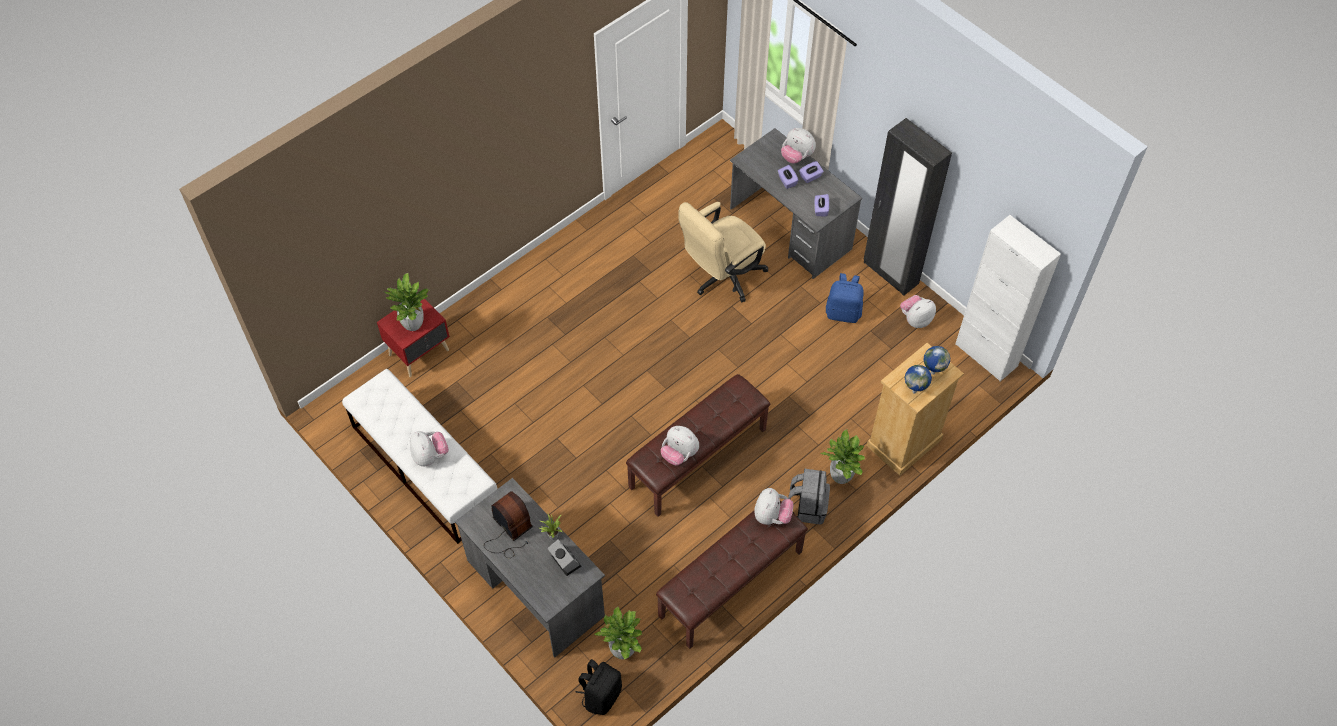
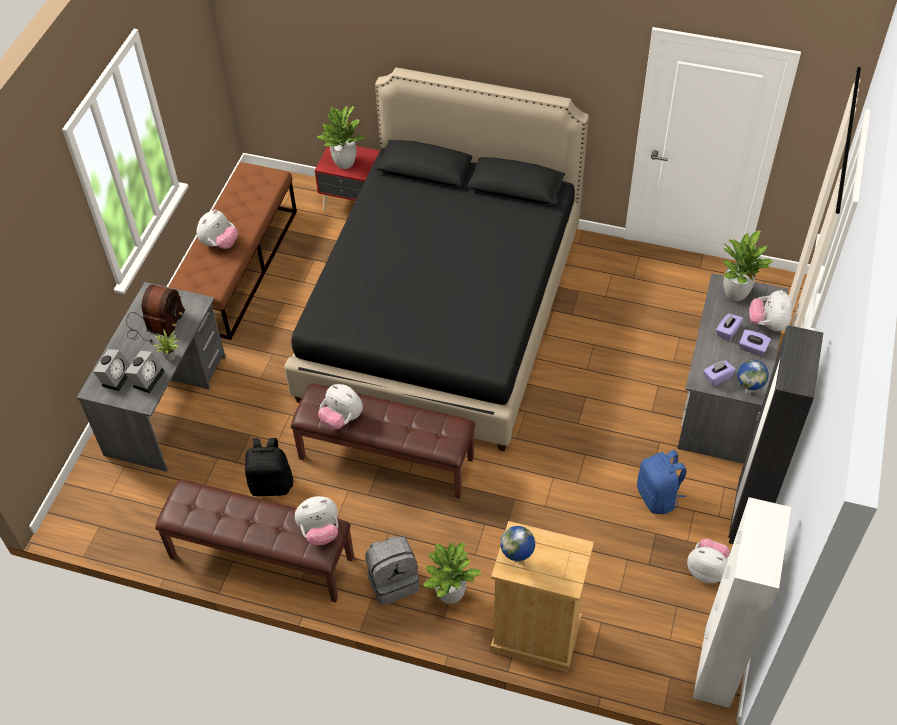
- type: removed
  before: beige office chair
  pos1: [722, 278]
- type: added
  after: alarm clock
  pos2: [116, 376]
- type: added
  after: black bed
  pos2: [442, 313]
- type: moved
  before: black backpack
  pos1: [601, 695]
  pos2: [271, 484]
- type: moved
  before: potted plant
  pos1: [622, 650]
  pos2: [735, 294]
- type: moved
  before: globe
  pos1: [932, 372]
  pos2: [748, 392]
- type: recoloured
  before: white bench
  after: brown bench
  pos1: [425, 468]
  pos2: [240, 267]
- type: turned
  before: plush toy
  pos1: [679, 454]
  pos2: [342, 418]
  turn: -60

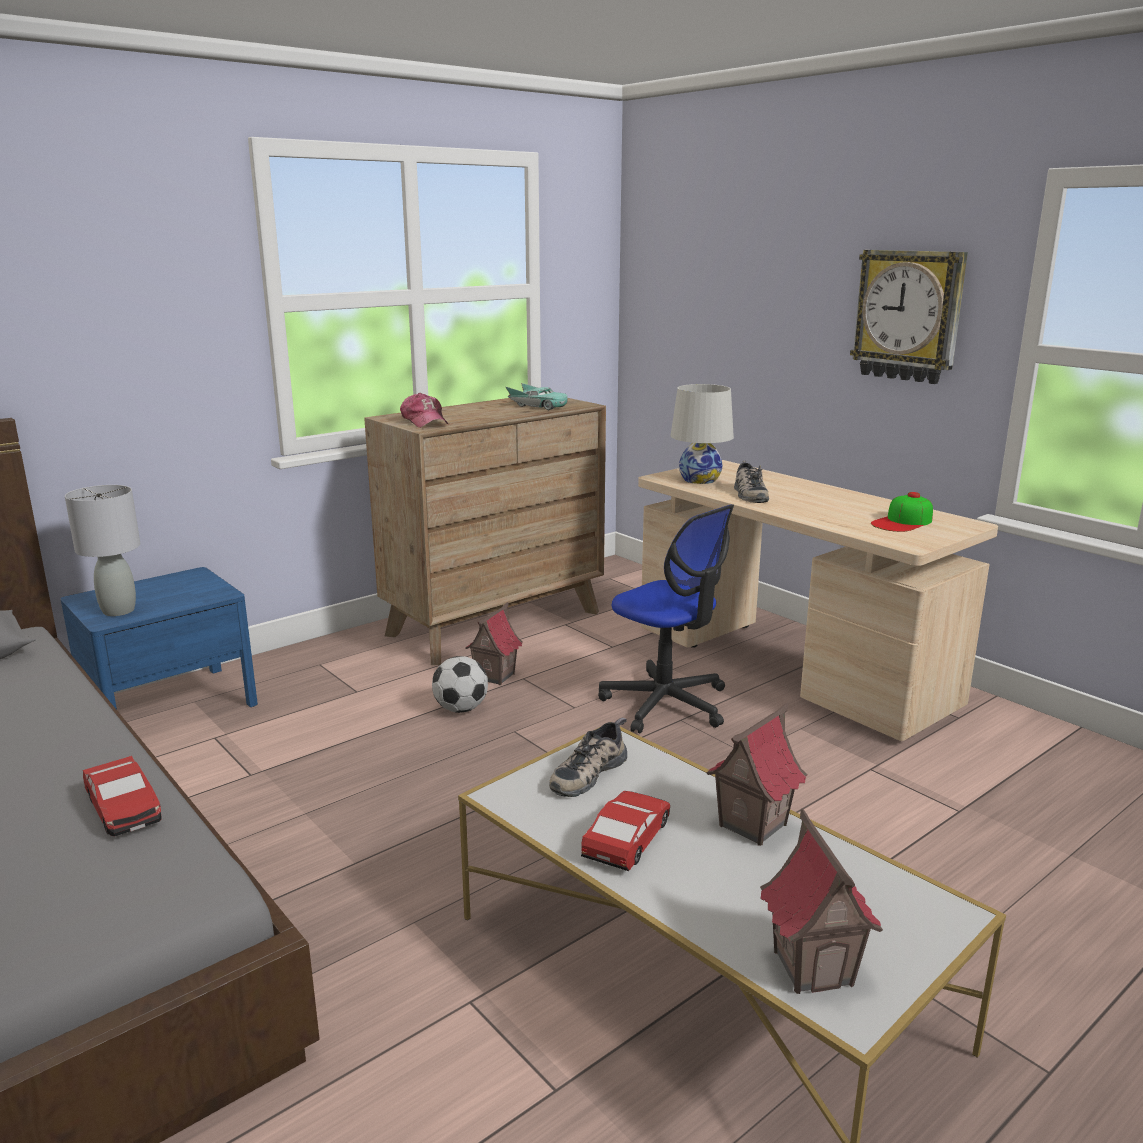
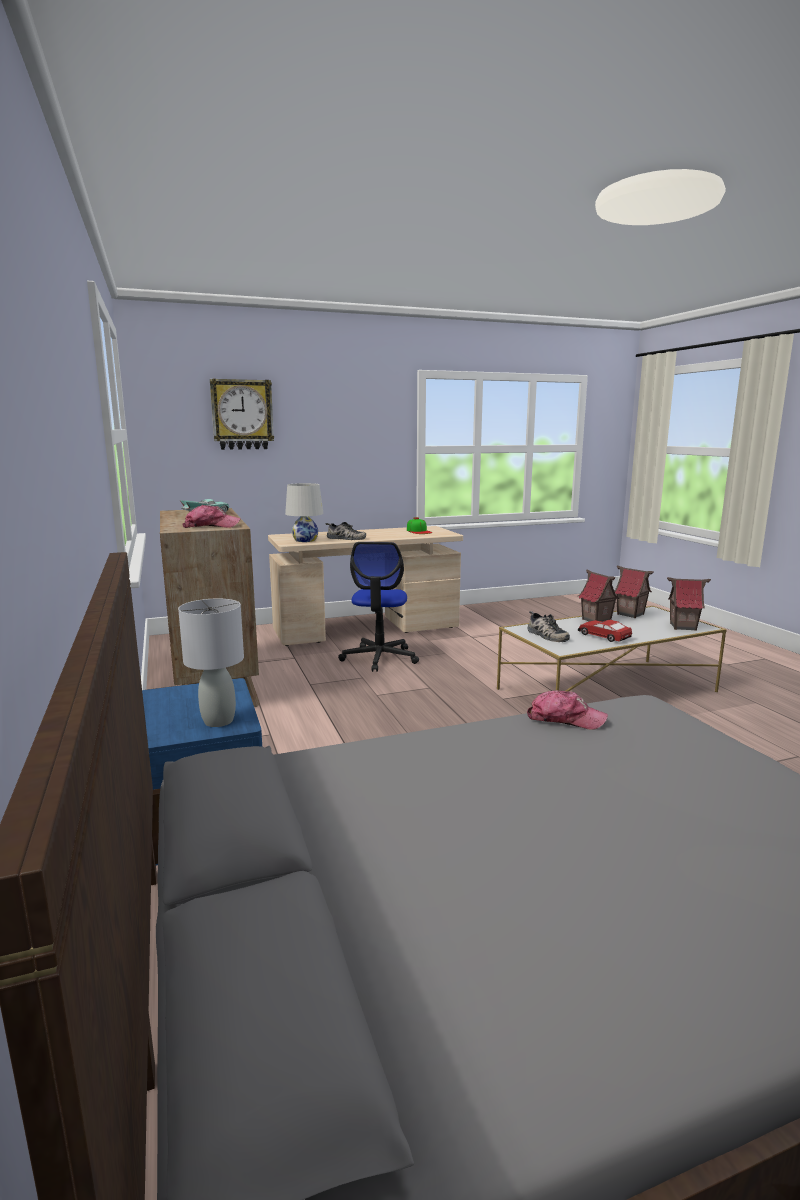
- type: removed
  before: football
  pos1: [461, 709]
- type: moved
  before: toy house
  pos1: [494, 676]
  pos2: [630, 614]
- type: moved
  before: wall clock
  pos1: [908, 316]
  pos2: [242, 414]
- type: replaced
  before: toy car
  after: cap
  pos1: [124, 808]
  pos2: [565, 719]
- type: turned
  before: office chair
  pos1: [666, 704]
  pos2: [379, 658]
  turn: 120

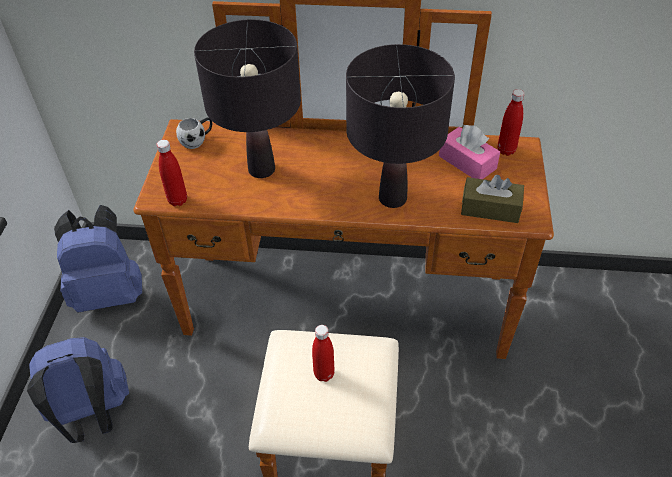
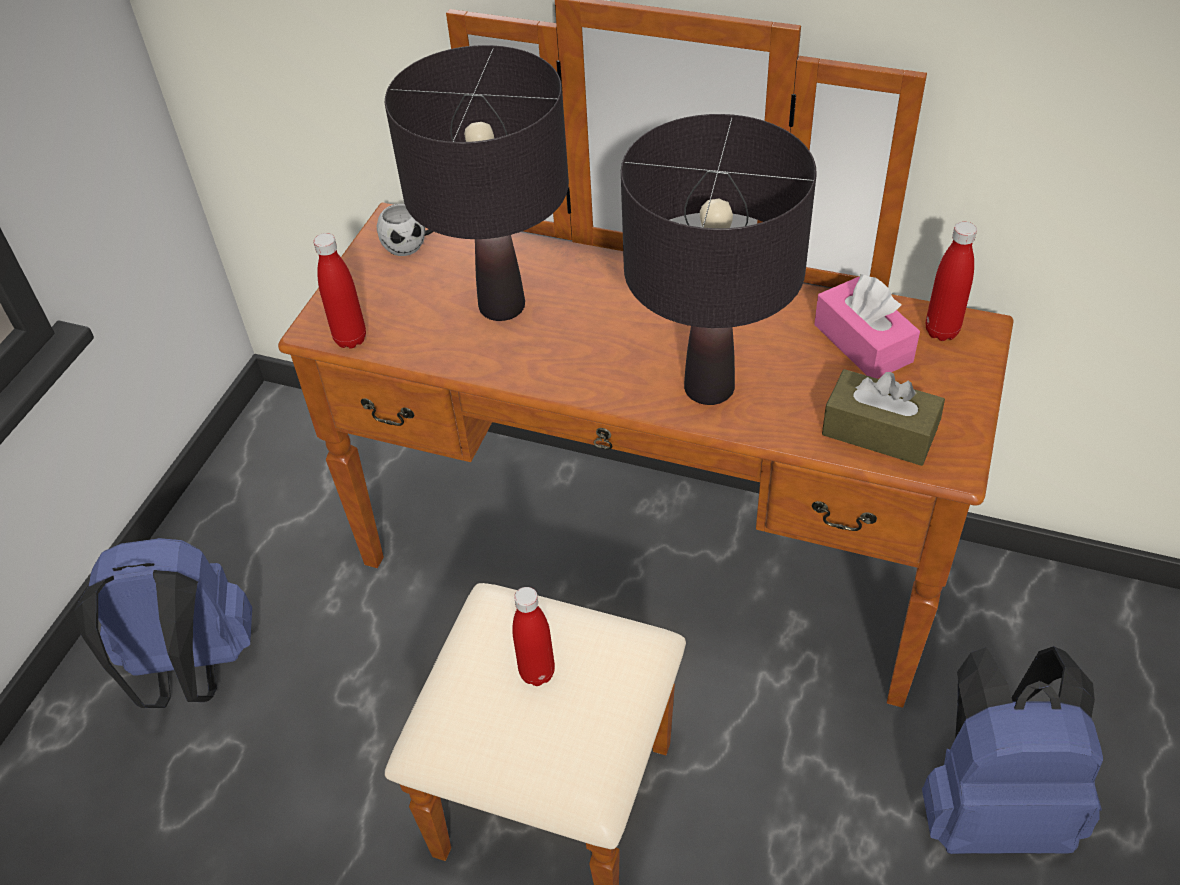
- type: moved
  before: blue backpack
  pos1: [110, 292]
  pos2: [992, 807]

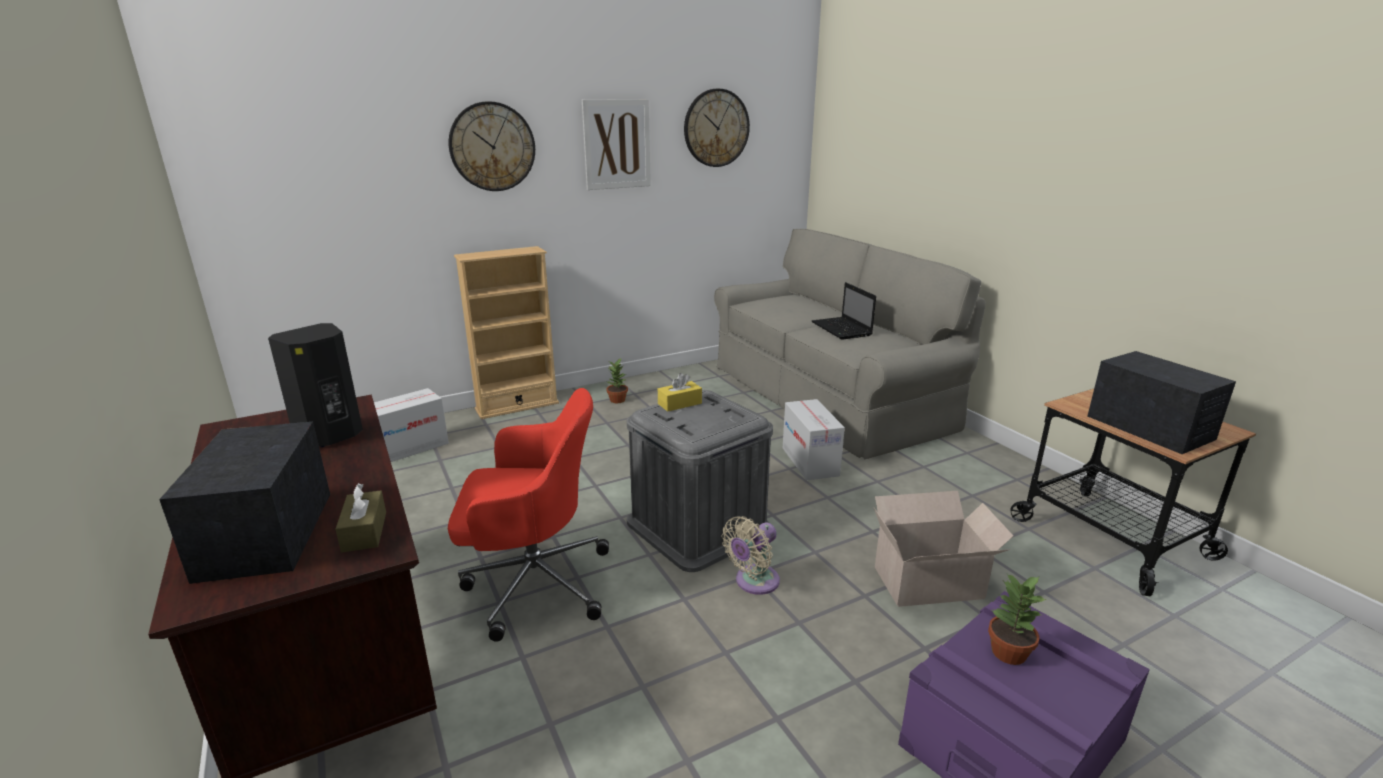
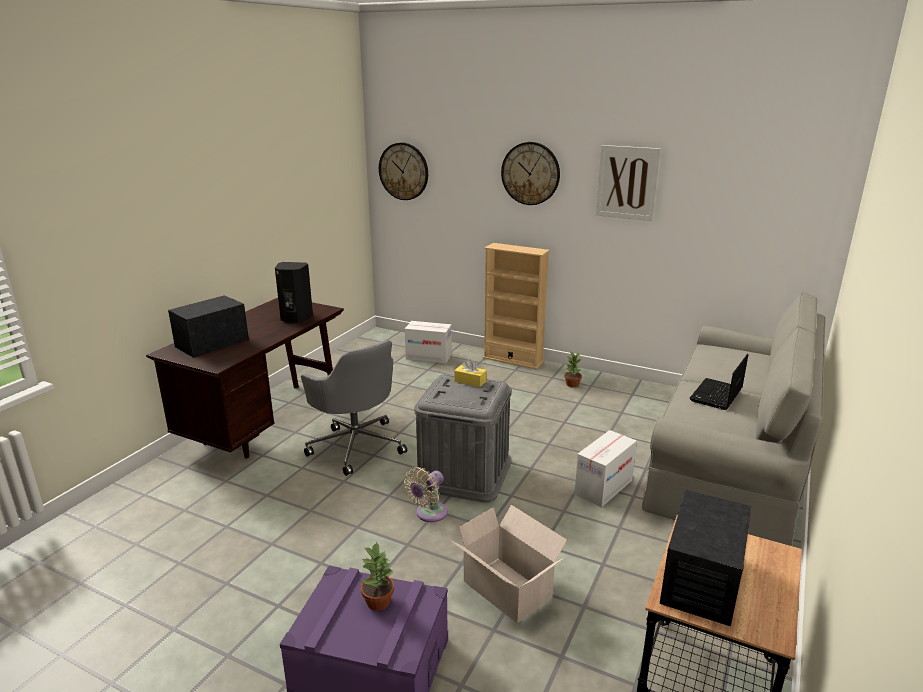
- type: removed
  before: brown tissue box
  pos1: [364, 531]
- type: moved
  before: wall clock
  pos1: [716, 128]
  pos2: [403, 171]
- type: recoloured
  before: red office chair
  after: grey office chair
  pos1: [533, 583]
  pos2: [356, 445]
- type: turned
  before: beige fan
  pos1: [753, 582]
  pos2: [429, 514]
  turn: -60

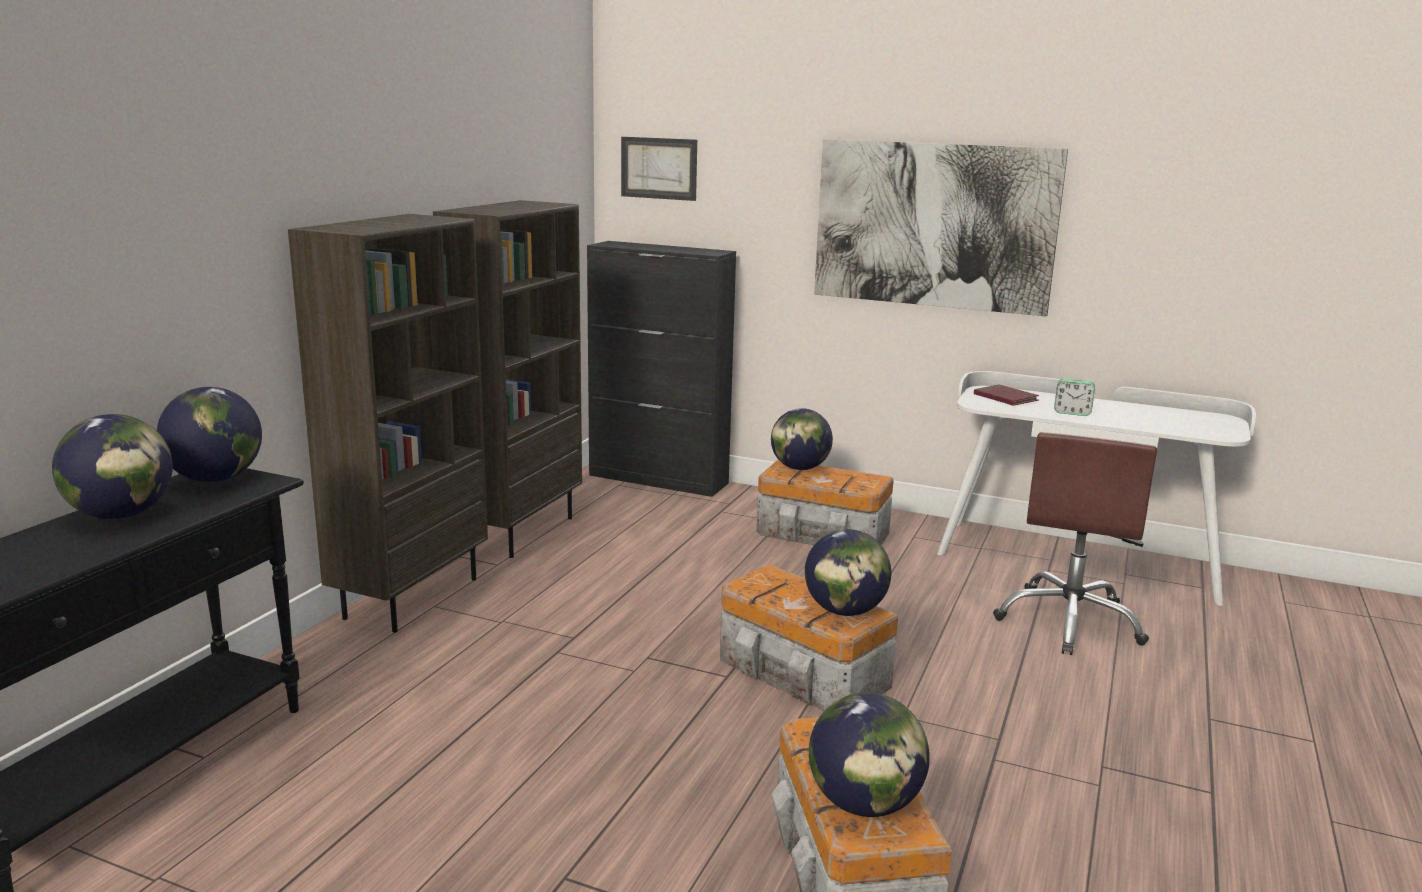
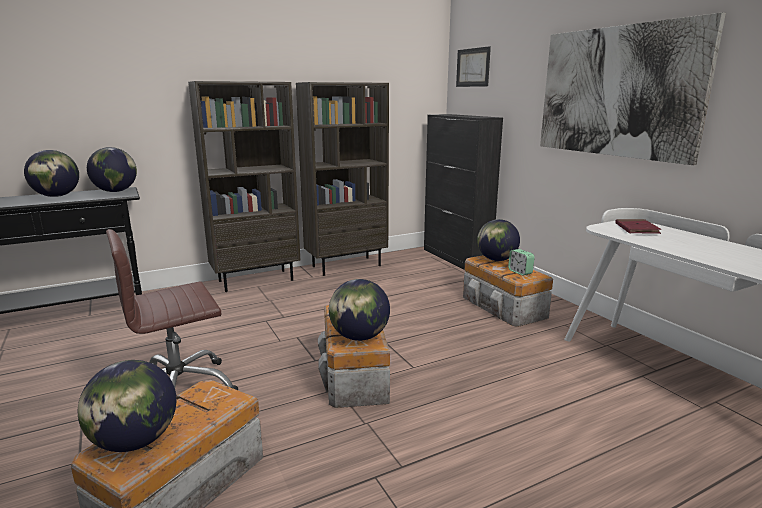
- type: moved
  before: brown office chair
  pos1: [1070, 622]
  pos2: [178, 391]
- type: moved
  before: alarm clock
  pos1: [1072, 413]
  pos2: [520, 272]

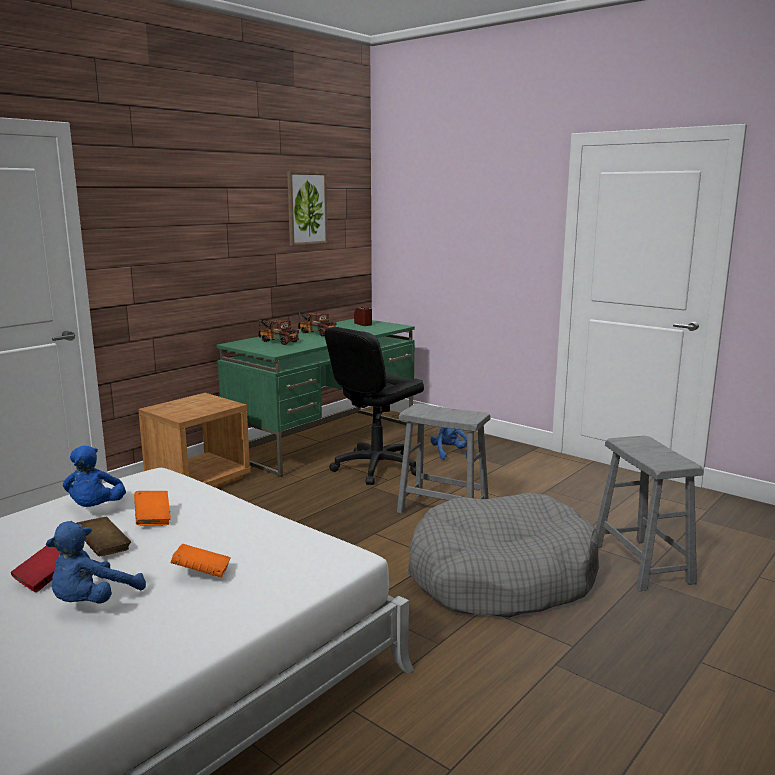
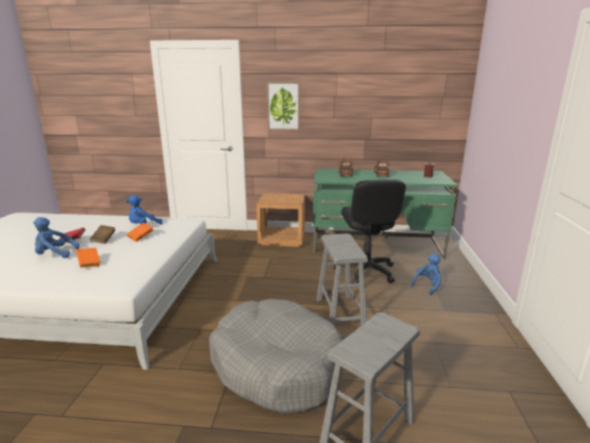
- type: moved
  before: picture
  pos1: [306, 208]
  pos2: [283, 106]
- type: turned
  before: black office chair
  pos1: [376, 467]
  pos2: [365, 271]
  turn: -105

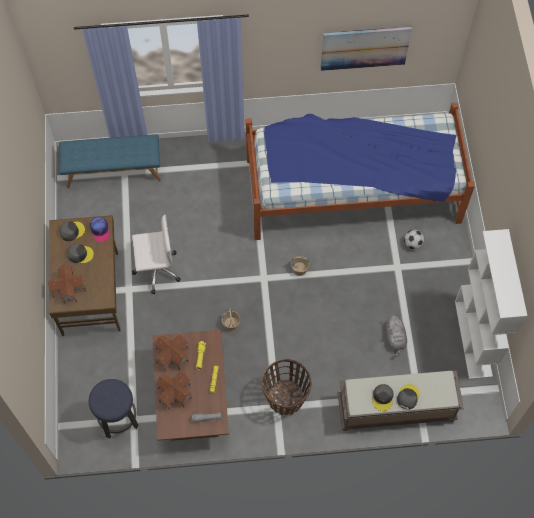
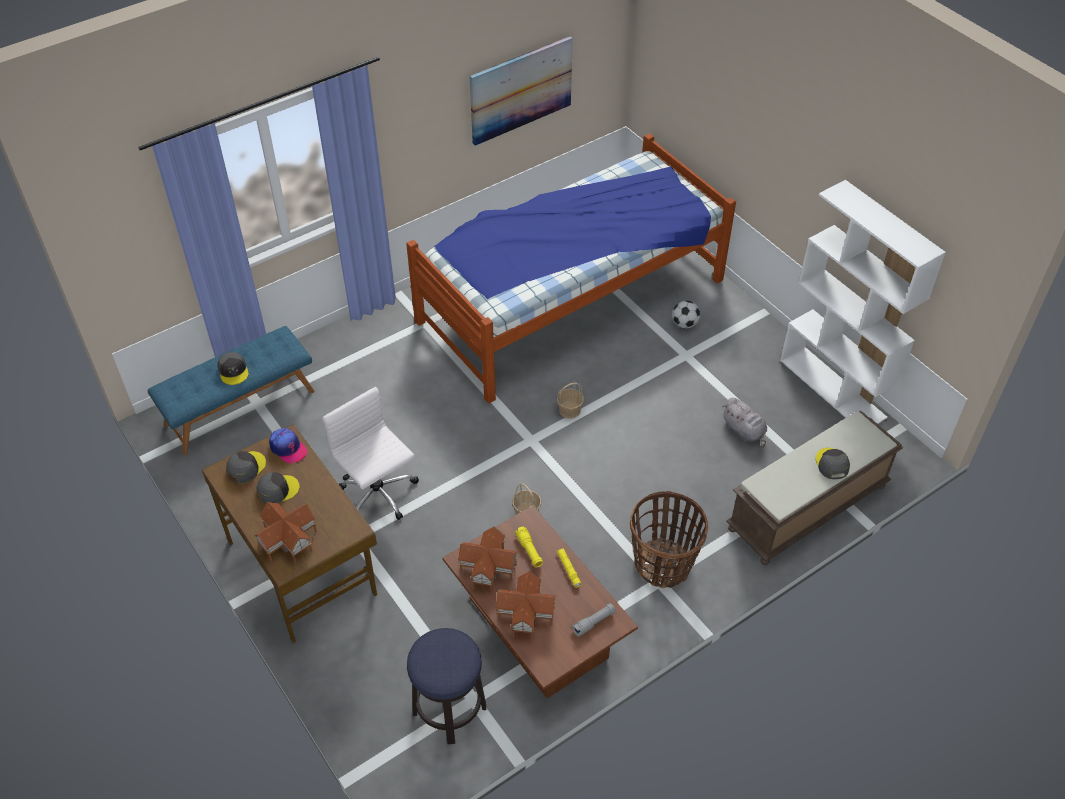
- type: moved
  before: grey cap
  pos1: [383, 398]
  pos2: [233, 371]
- type: turned
  before: white office chair
  pos1: [156, 269]
  pos2: [378, 495]
  turn: -90

